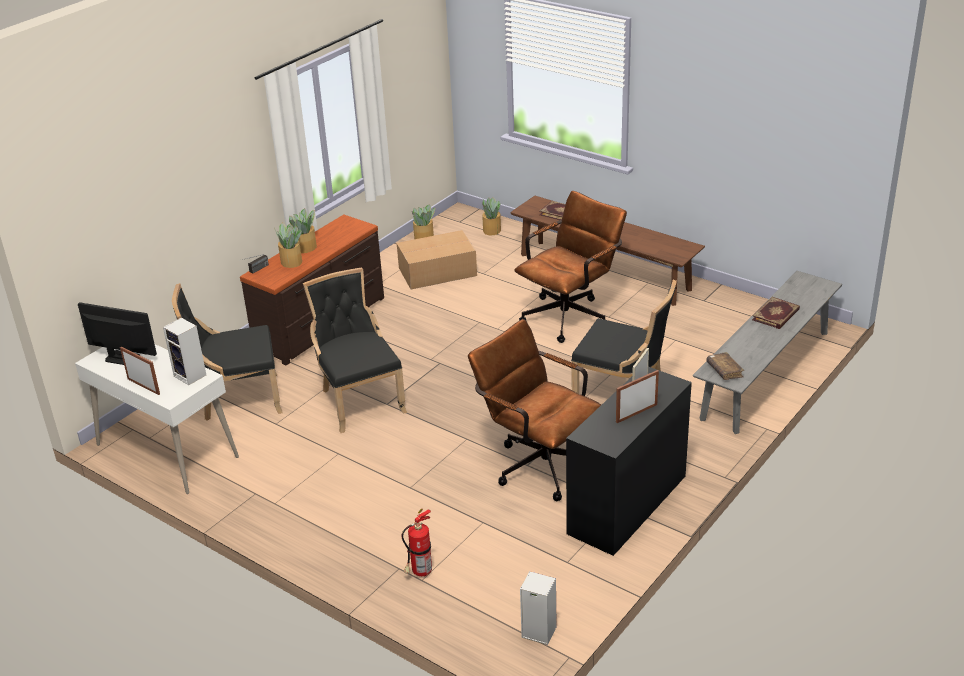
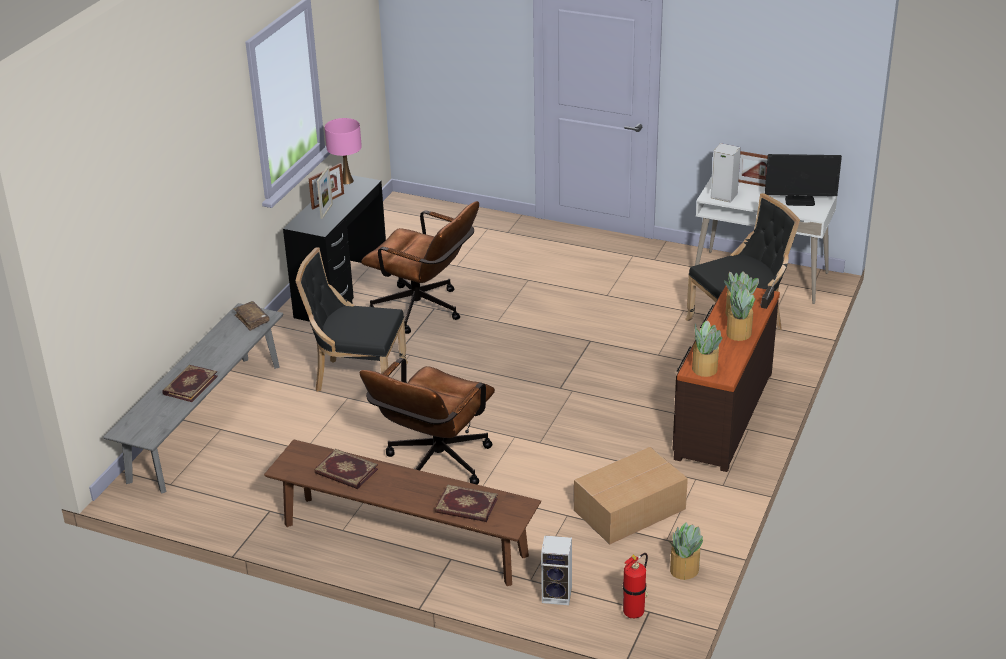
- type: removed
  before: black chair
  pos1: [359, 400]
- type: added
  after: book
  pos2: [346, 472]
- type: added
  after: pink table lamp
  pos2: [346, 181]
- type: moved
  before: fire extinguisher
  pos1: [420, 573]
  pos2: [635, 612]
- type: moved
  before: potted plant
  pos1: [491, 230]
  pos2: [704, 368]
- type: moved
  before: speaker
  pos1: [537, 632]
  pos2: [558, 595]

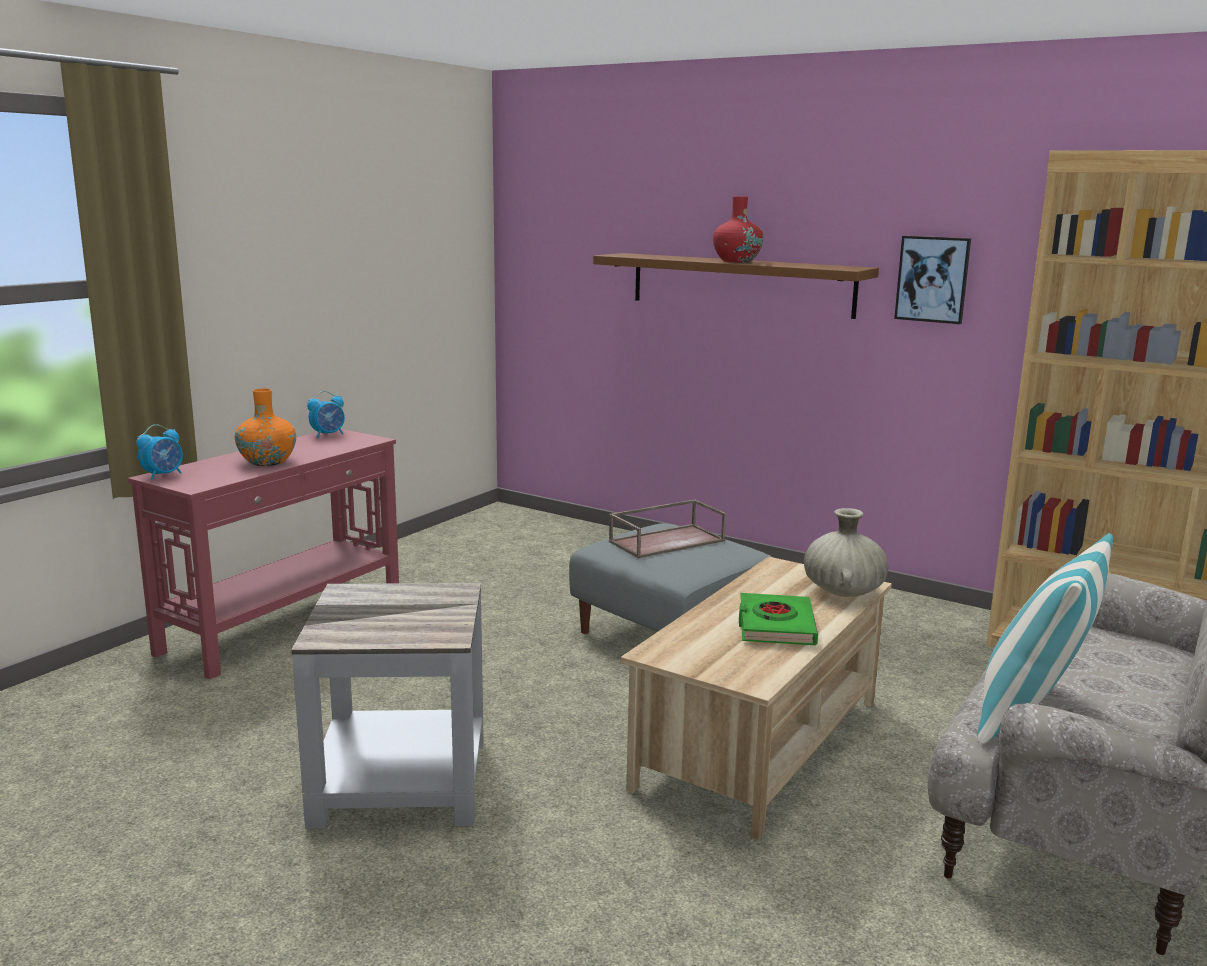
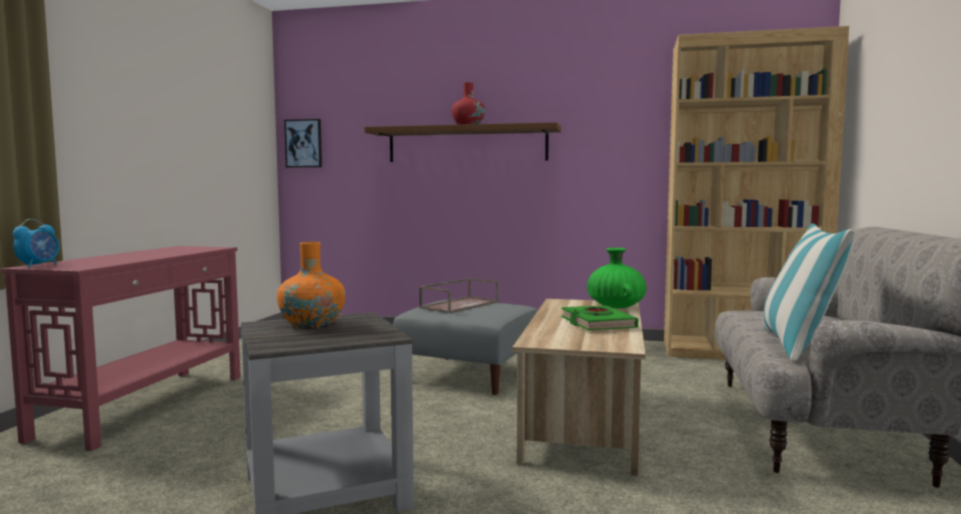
- type: removed
  before: alarm clock
  pos1: [328, 435]
- type: moved
  before: orange vase
  pos1: [267, 462]
  pos2: [312, 325]
- type: moved
  before: picture
  pos1: [932, 279]
  pos2: [304, 143]
- type: recoloured
  before: beige vase
  after: green vase
  pos1: [843, 592]
  pos2: [615, 307]

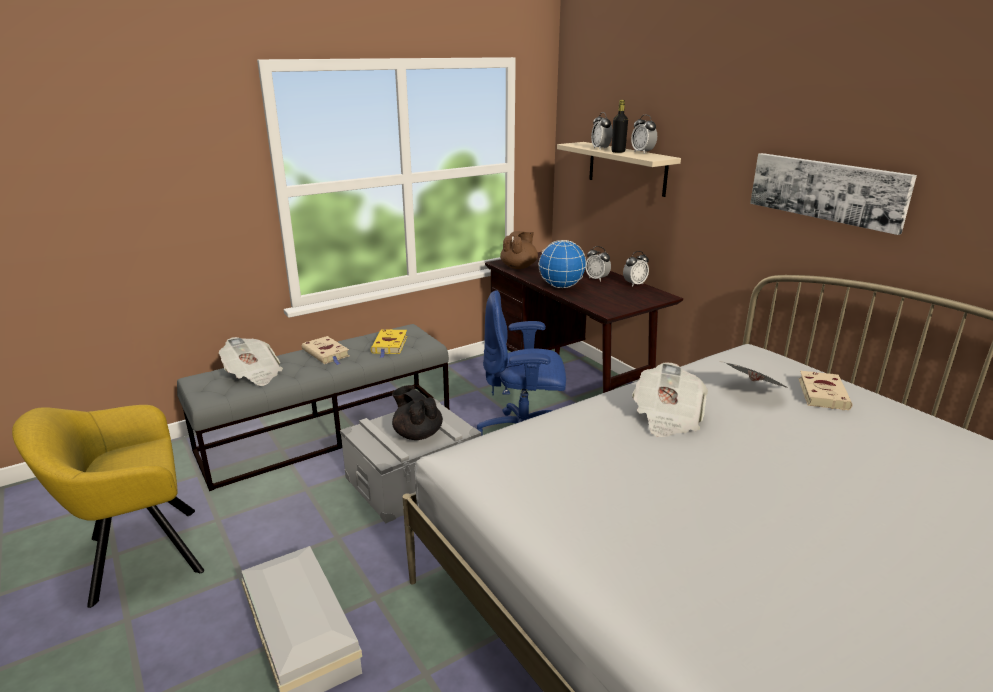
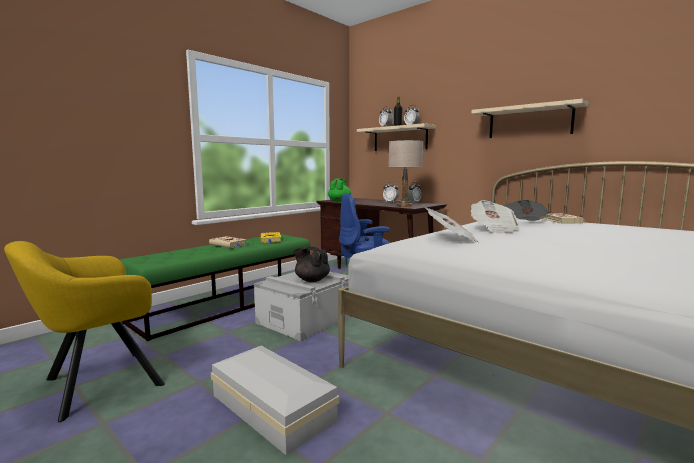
- type: removed
  before: globe
  pos1: [561, 286]
- type: added
  after: beige table lamp
  pos2: [404, 205]
- type: moved
  before: newspaper
  pos1: [253, 375]
  pos2: [451, 239]
- type: replaced
  before: picture
  after: beige shelf
  pos1: [826, 190]
  pos2: [529, 122]
- type: recoloured
  before: grey bench
  after: green bench
  pos1: [328, 431]
  pos2: [228, 304]
- type: recoloured
  before: brown teapot
  after: green teapot
  pos1: [519, 267]
  pos2: [339, 201]

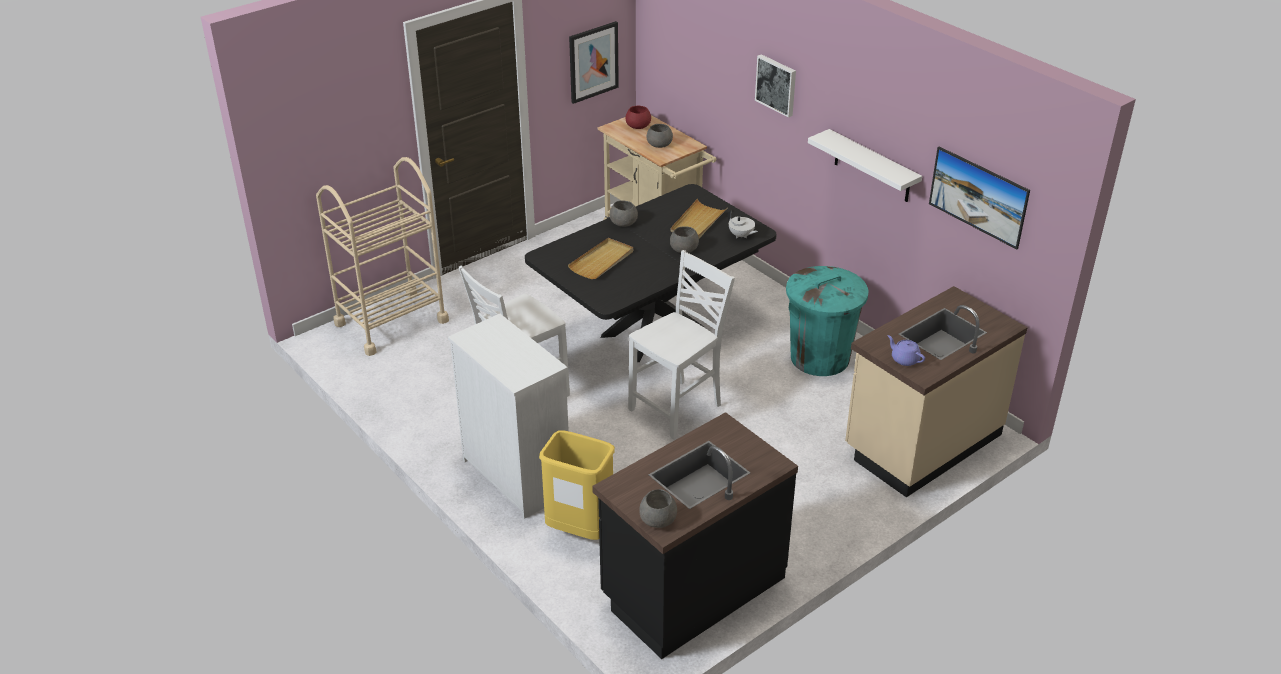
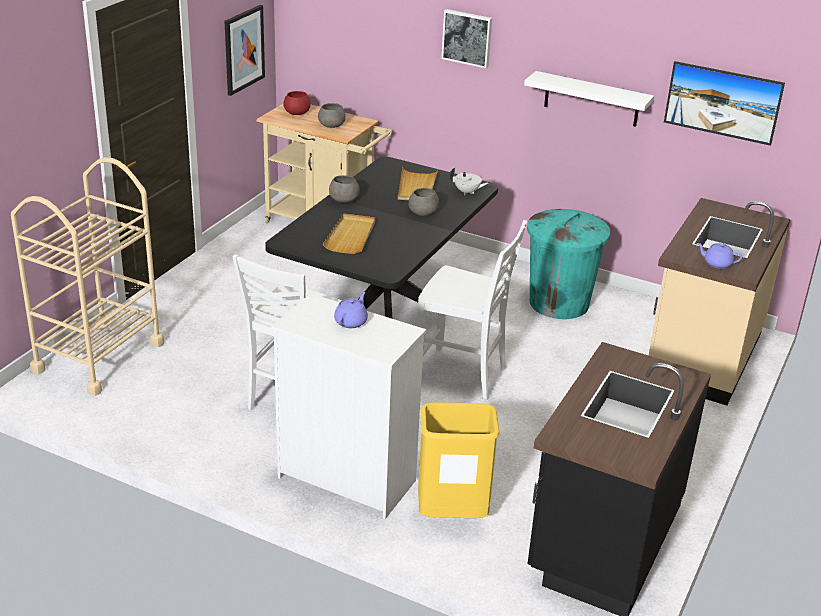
- type: removed
  before: grey bowl
  pos1: [658, 519]
- type: added
  after: purple teapot
  pos2: [351, 321]
- type: turned
  before: white chair
  pos1: [678, 408]
  pos2: [462, 375]
  turn: 90

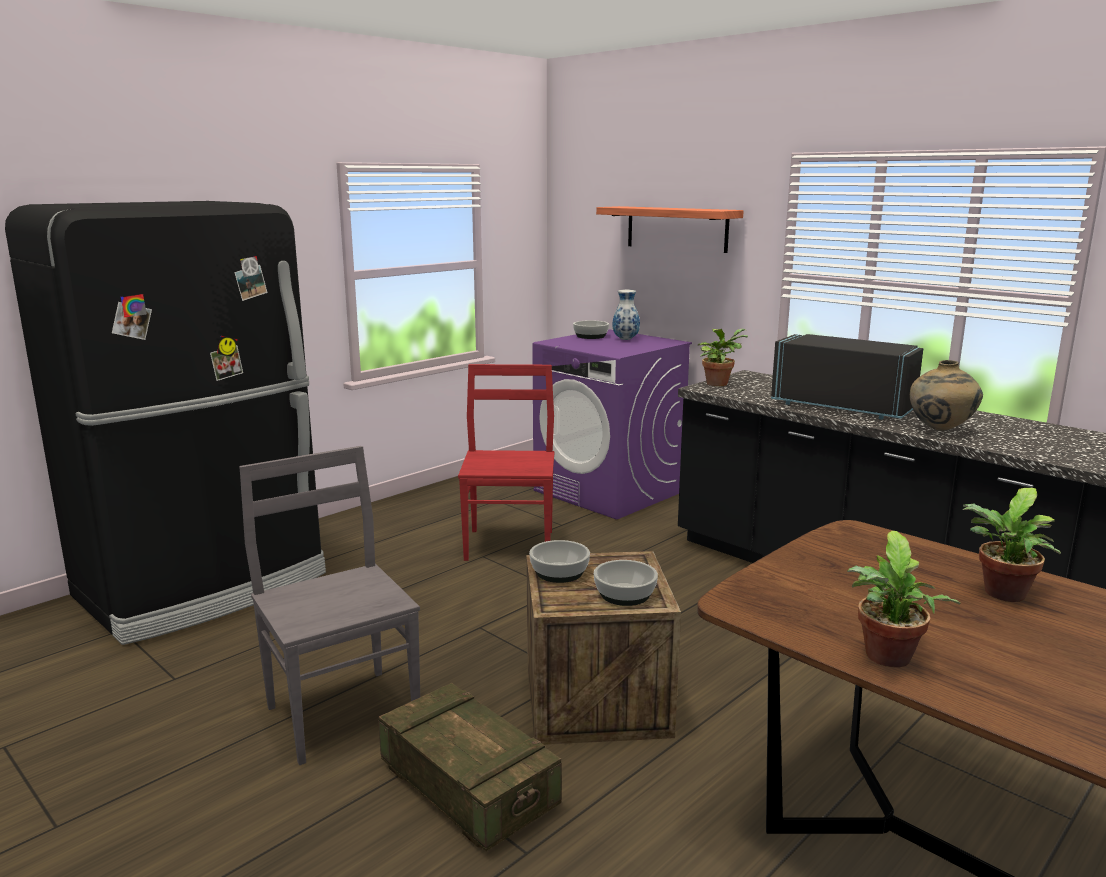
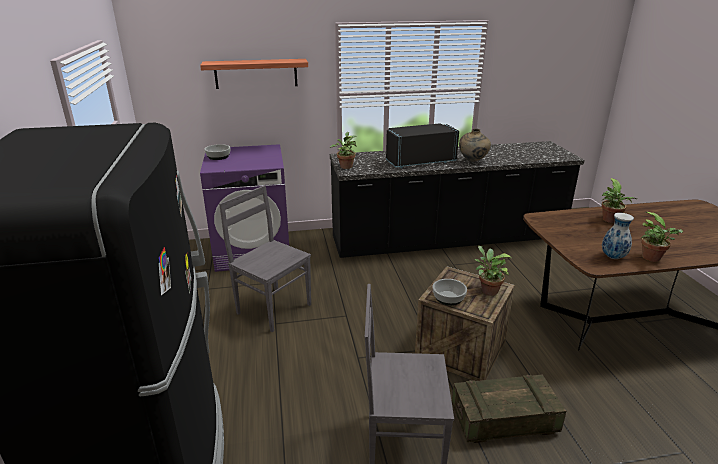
- type: moved
  before: vase
  pos1: [626, 339]
  pos2: [613, 257]
- type: replaced
  before: bowl
  after: potted plant
  pos1: [625, 594]
  pos2: [487, 290]
- type: recoloured
  before: red chair
  after: grey chair
  pos1: [510, 544]
  pos2: [272, 308]

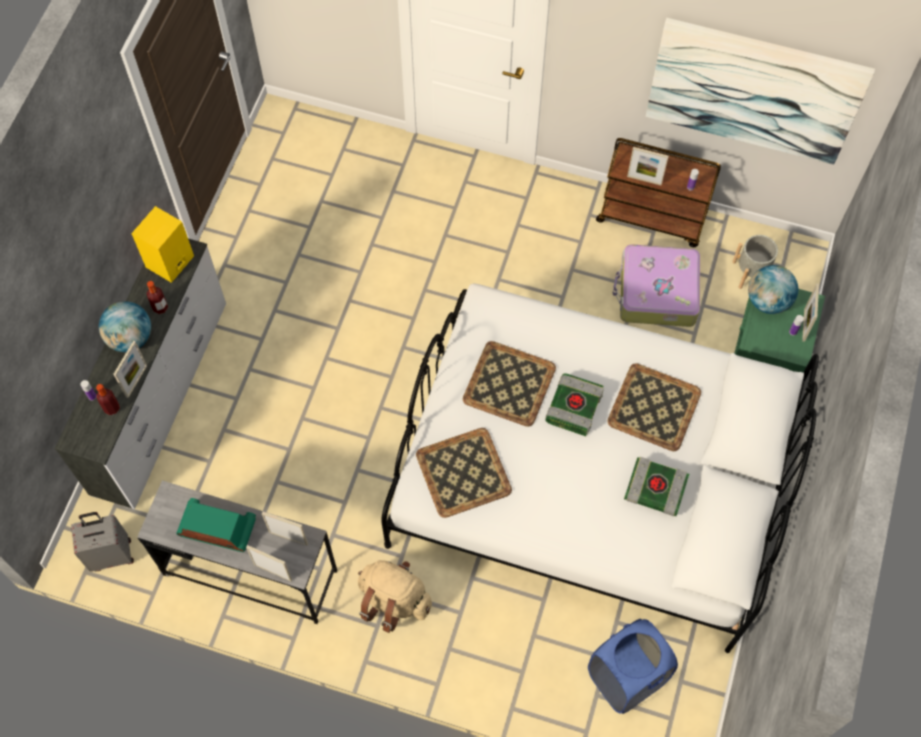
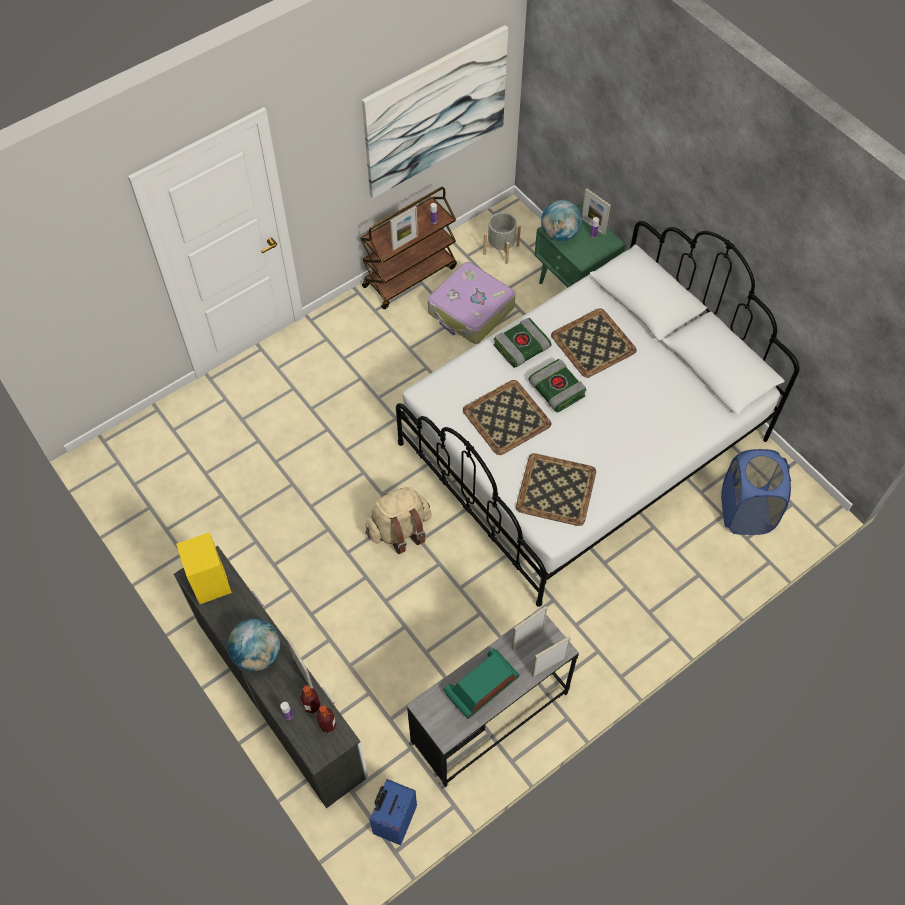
- type: moved
  before: bottle
  pos1: [160, 307]
  pos2: [328, 725]
- type: moved
  before: beige backpack
  pos1: [393, 600]
  pos2: [399, 530]
- type: moved
  before: book
  pos1: [654, 490]
  pos2: [521, 348]
- type: recoloured
  before: grey suitcase
  after: blue suitcase
  pos1: [111, 554]
  pos2: [394, 820]

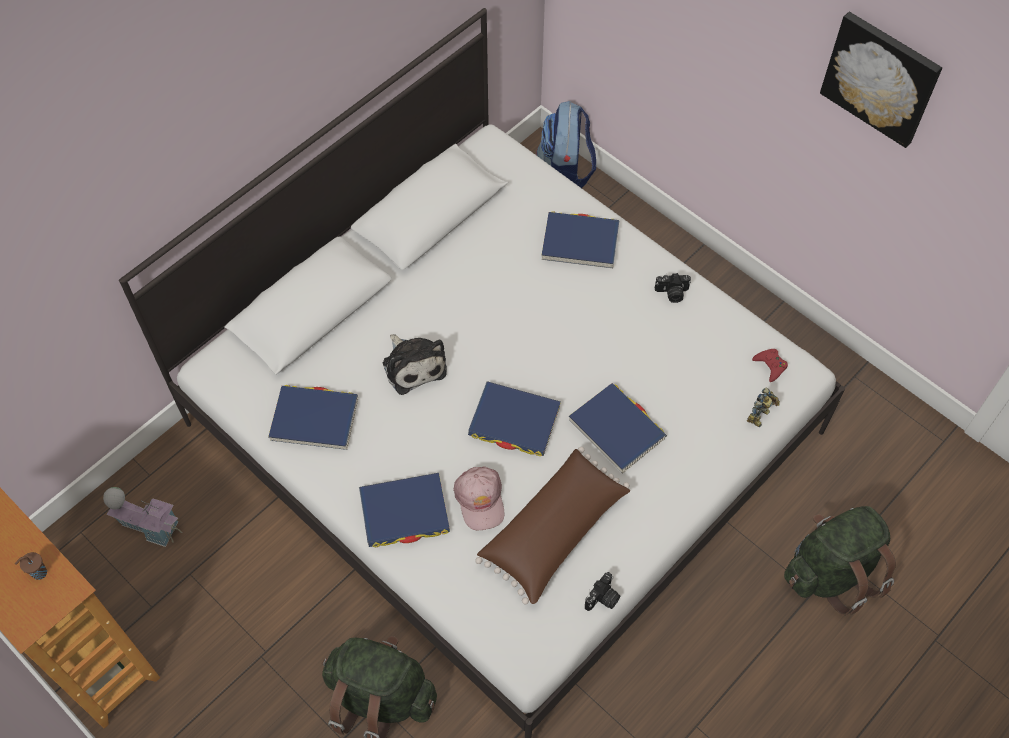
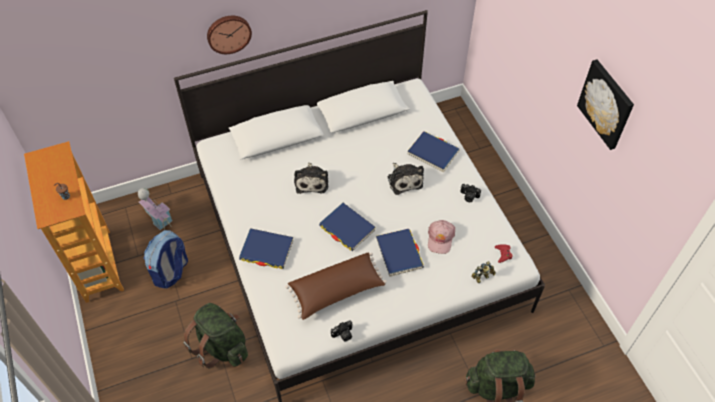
- type: removed
  before: blue book
  pos1: [314, 419]
- type: added
  after: wall clock
  pos2: [228, 33]
- type: added
  after: plush toy
  pos2: [404, 180]
- type: moved
  before: pink cap
  pos1: [480, 500]
  pos2: [440, 238]
- type: moved
  before: backpack
  pos1: [565, 174]
  pos2: [171, 272]

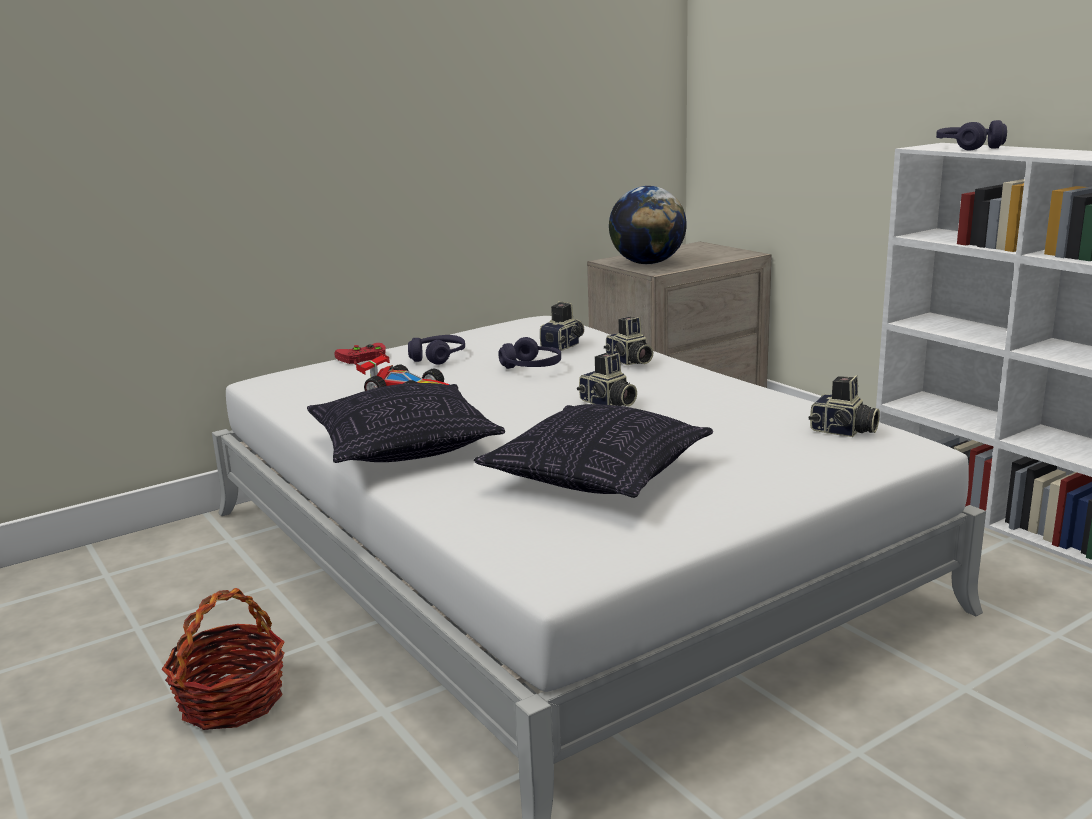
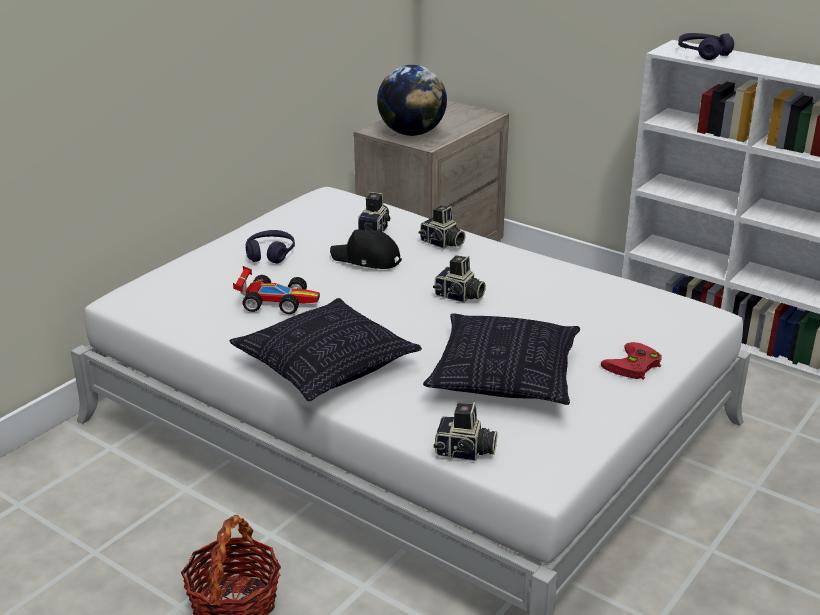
- type: moved
  before: red game controller
  pos1: [361, 358]
  pos2: [633, 366]
- type: moved
  before: photo camera
  pos1: [843, 431]
  pos2: [465, 452]
- type: replaced
  before: purple headphones
  after: black cap
  pos1: [531, 367]
  pos2: [366, 259]

